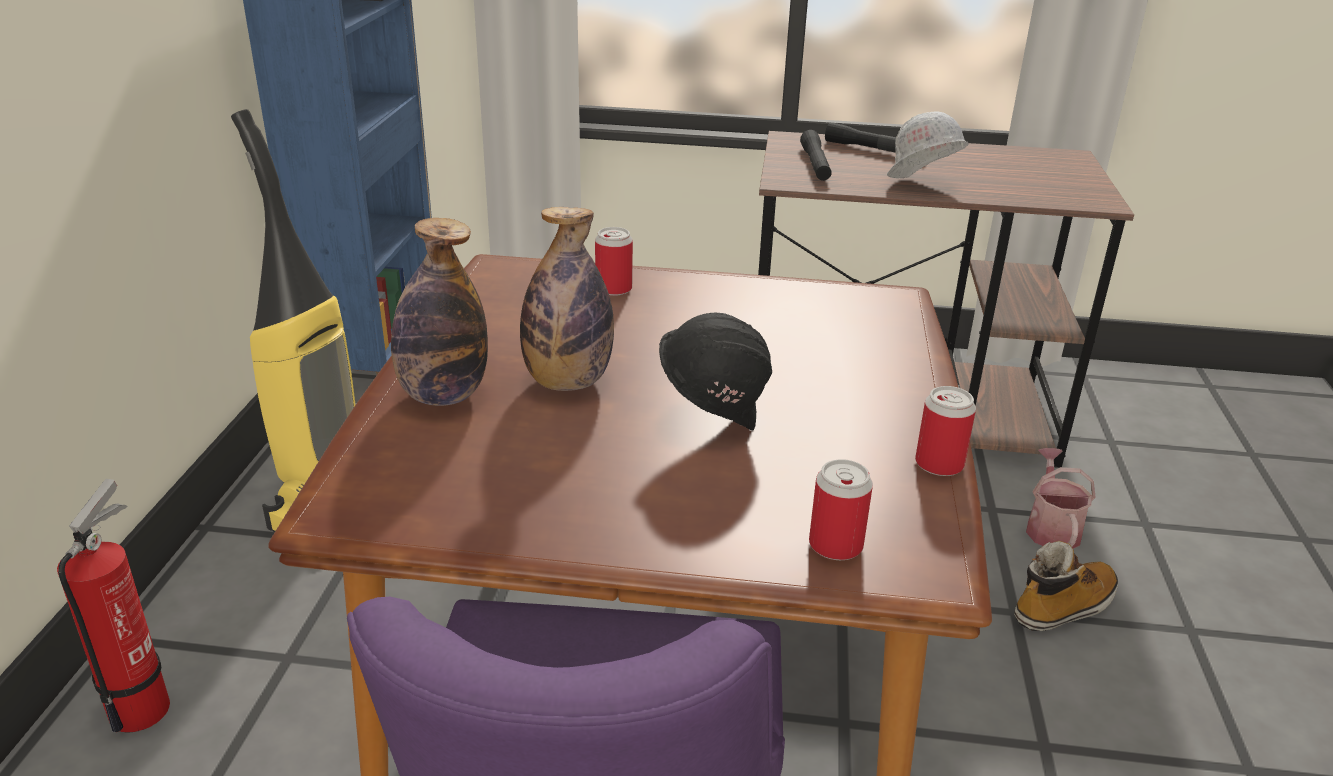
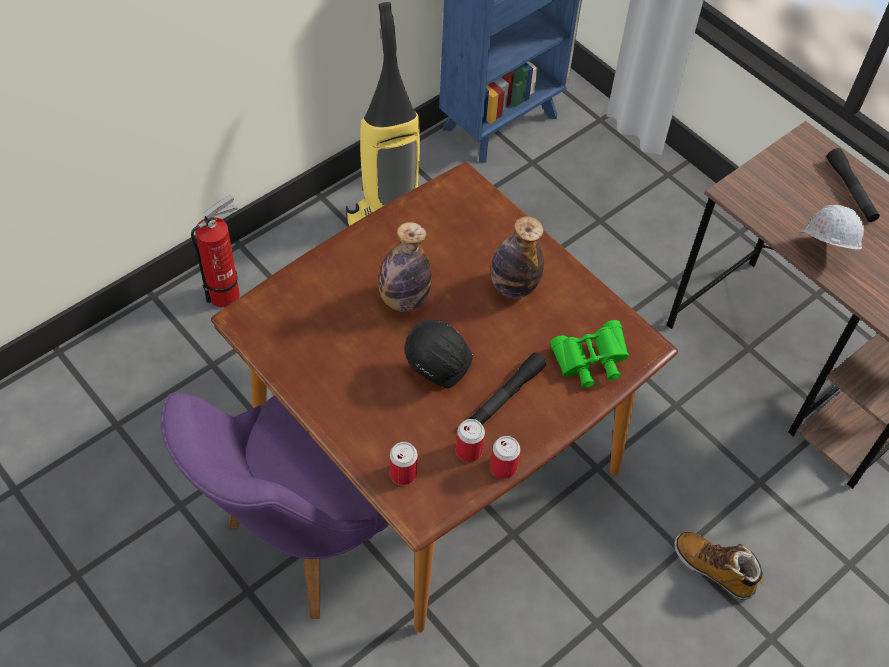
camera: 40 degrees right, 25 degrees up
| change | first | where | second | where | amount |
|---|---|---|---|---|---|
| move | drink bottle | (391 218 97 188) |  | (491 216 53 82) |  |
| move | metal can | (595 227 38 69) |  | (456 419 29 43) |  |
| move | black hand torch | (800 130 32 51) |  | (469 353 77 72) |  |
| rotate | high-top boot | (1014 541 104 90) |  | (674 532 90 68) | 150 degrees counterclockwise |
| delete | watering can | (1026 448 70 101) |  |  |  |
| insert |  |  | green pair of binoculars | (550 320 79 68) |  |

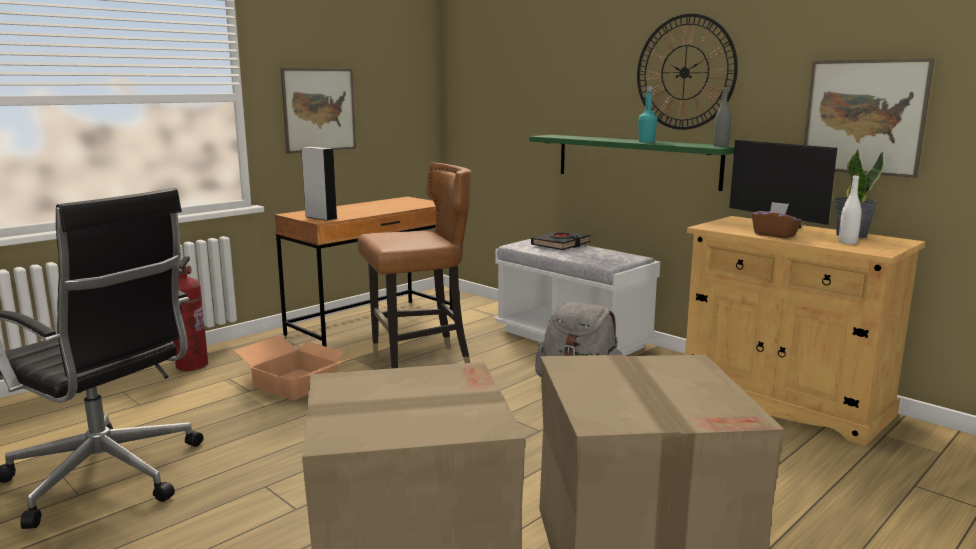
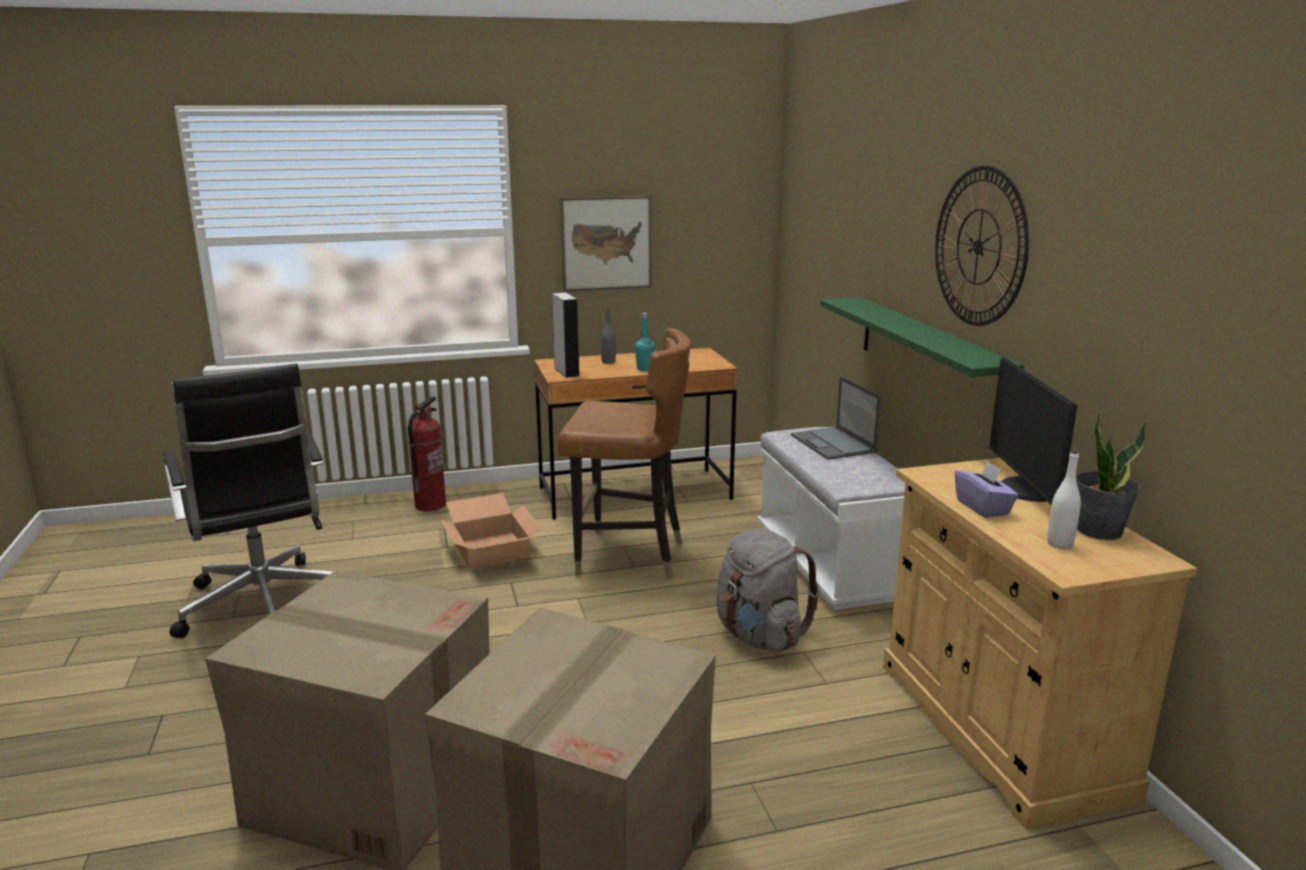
camera: 30 degrees right, 5 degrees up
| change | first | where | second | where | amount |
|---|---|---|---|---|---|
| replace | black book | (531 231 59 19) | portable computer | (791 377 90 83) |  |
| move | turquoise-coloured drink bottle | (638 86 20 57) |  | (635 313 20 58) |  |
| move | greyish drink bottle | (714 86 17 61) |  | (601 307 15 57) |  |
| recolor | brown-coloured tissue holder | (752 202 50 37) | purplish tissue holder | (955 461 64 57) |  |
| delete | wall picture | (804 58 130 120) |  |  |  |

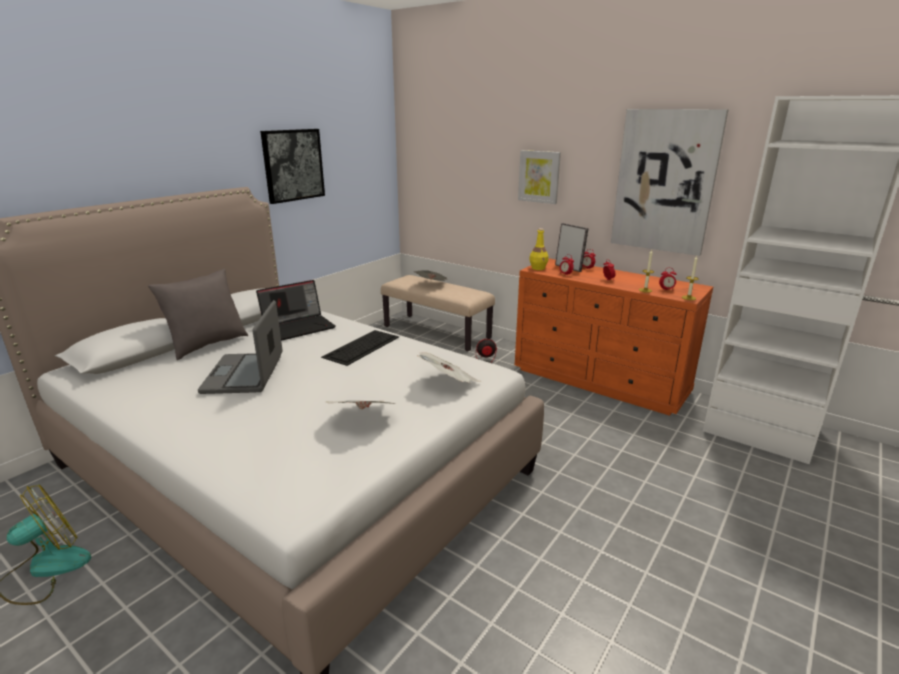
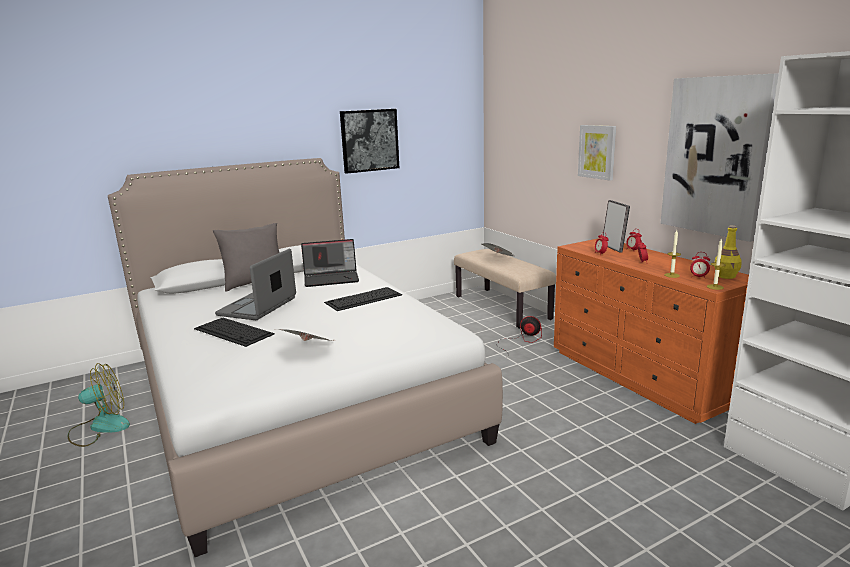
camera: 25 degrees right, 5 degrees down
| change | first | where | second | where | amount |
|---|---|---|---|---|---|
| delete | printed paper | (417 352 64 31) |  |  |  |
| move | yellow-coloured drink bottle | (529 228 19 42) |  | (714 225 28 54) |  |
| insert |  |  | PC keyboard | (194 318 81 29) |  |

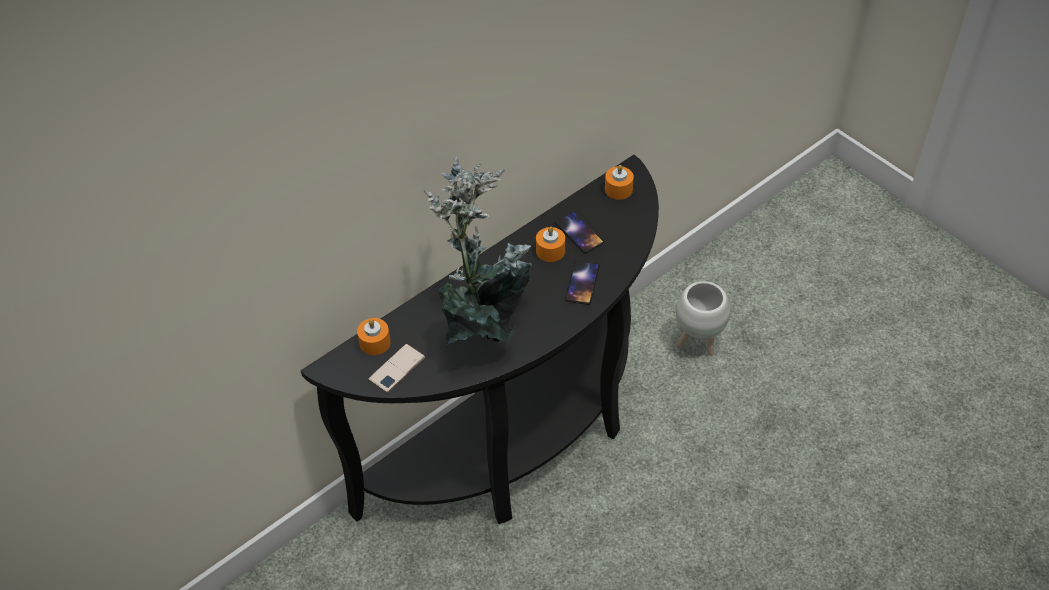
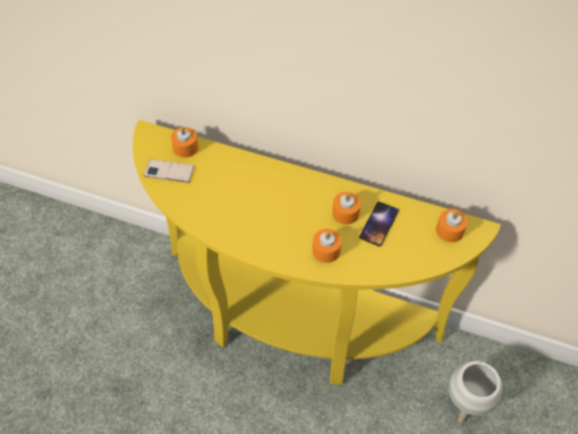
camera: 60 degrees right, 5 degrees up
| change | first | where | second | where | amount |
|---|---|---|---|---|---|
| recolor | black narrow table | (301 155 358 369) | yellow-coloured narrow table | (132 120 369 265) |  |
| delete | potted plant | (424 157 108 192) |  |  |  |
| replace | phone | (565 260 34 45) | orange wax light | (312 229 30 34) |  |

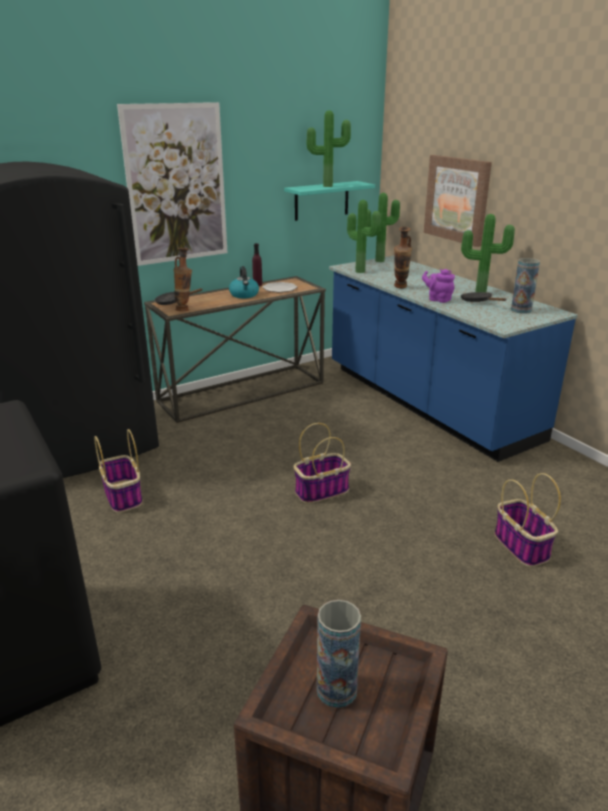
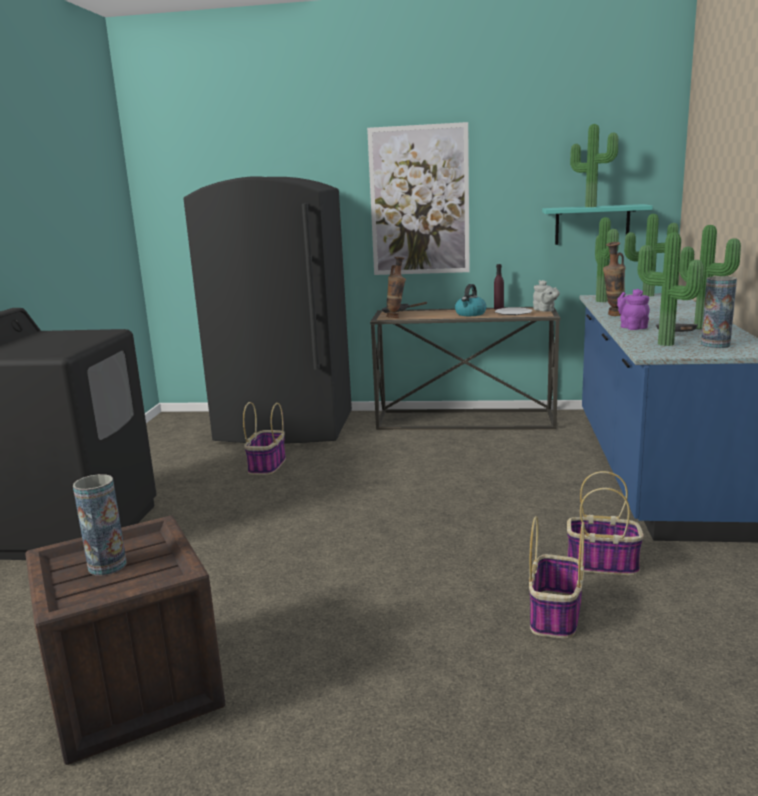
camera: 40 degrees right, 10 degrees down
| change | first | where | second | where | amount |
|---|---|---|---|---|---|
| move | storage basket | (294 423 57 81) |  | (567 471 77 104) |  |
| delete | wall picture | (424 155 68 92) |  |  |  |
| insert |  |  | greyish pot for tea | (533 280 27 32) |  |
| insert |  |  | potted plant | (638 232 66 114) |  |

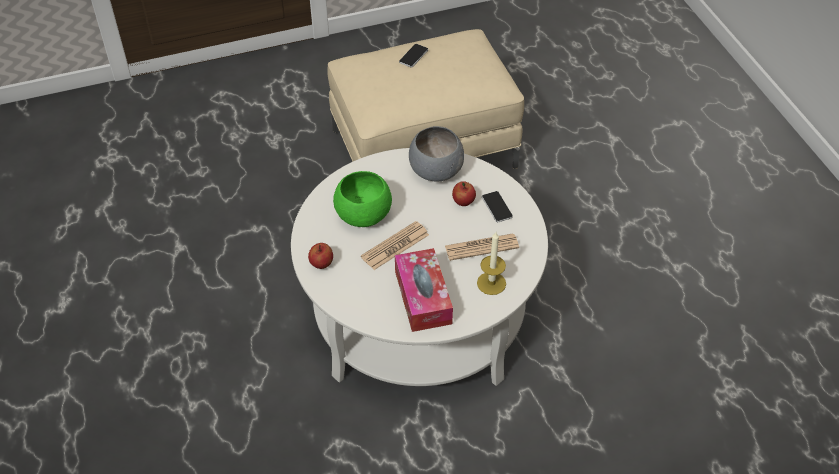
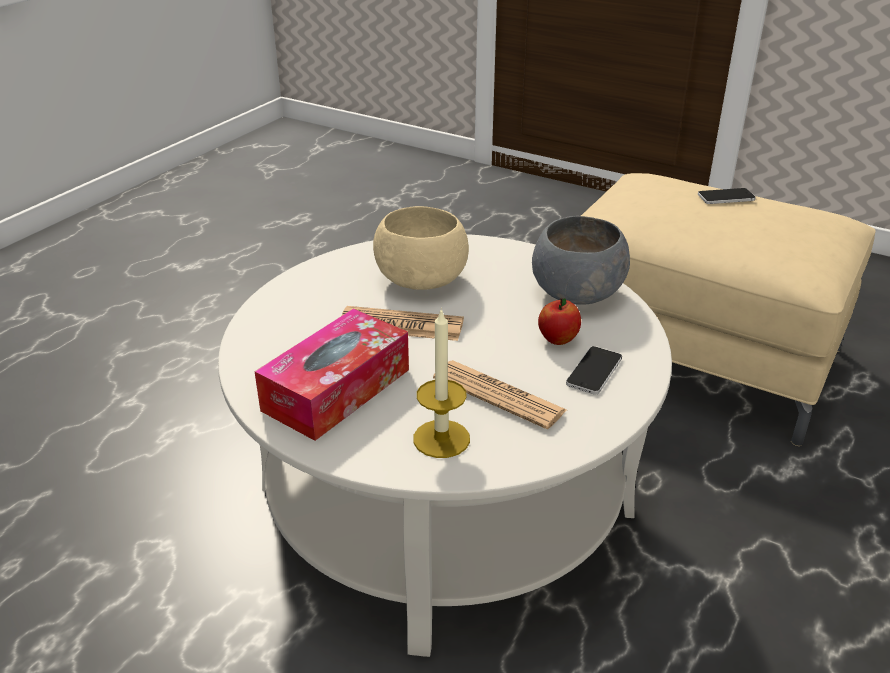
camera: 50 degrees right, 15 degrees down
| change | first | where | second | where | amount |
|---|---|---|---|---|---|
| delete | whole apple | (308 243 25 26) |  |  |  |
| recolor | green serving bowl | (333 171 59 56) | beige serving bowl | (373 206 96 84) |  |

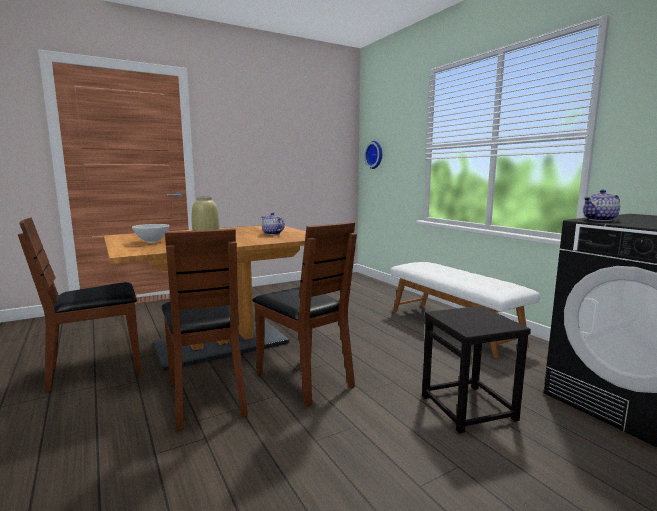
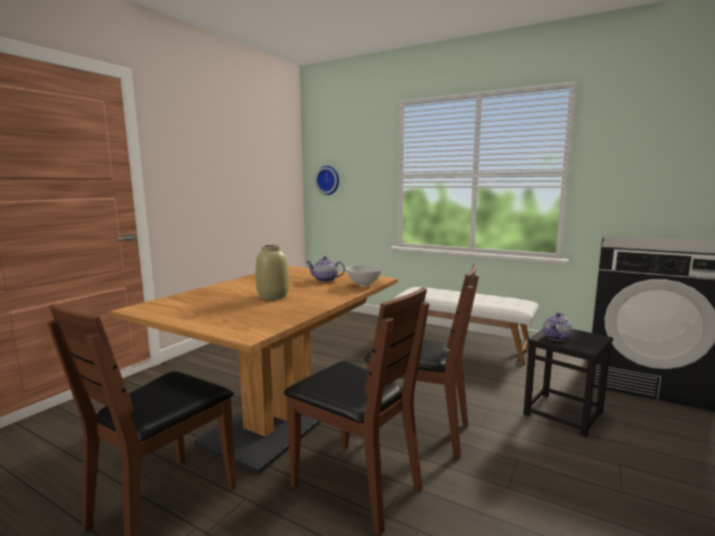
camera: 30 degrees left, 0 degrees up
| change | first | where | second | where | amount |
|---|---|---|---|---|---|
| move | white serving bowl | (132 224 38 19) |  | (346 265 36 21) |  |
| move | pot for tea | (583 190 37 31) |  | (543 313 29 28) |  |

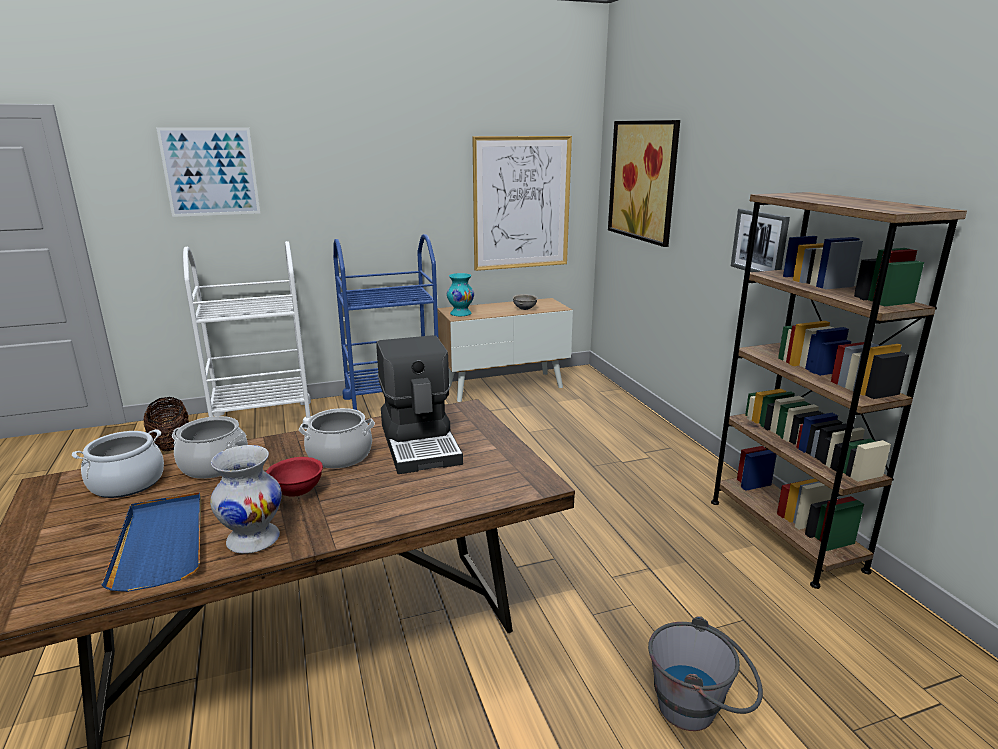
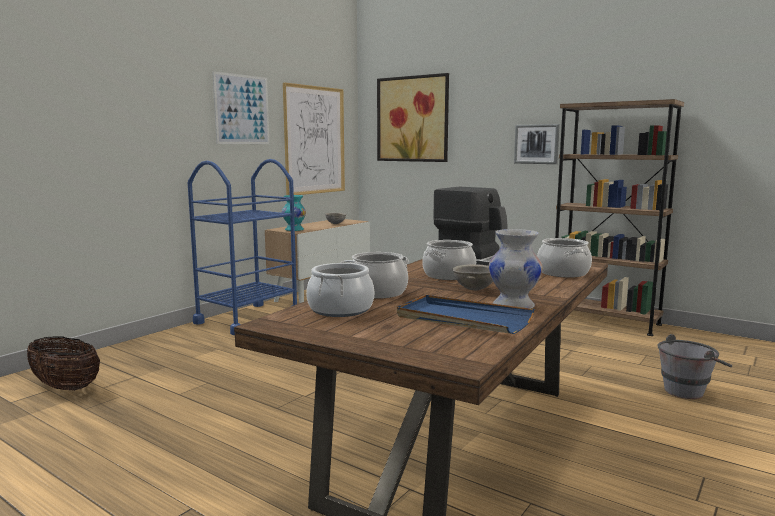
camera: 35 degrees left, 10 degrees down
| change | first | where | second | where | amount |
|---|---|---|---|---|---|
| move | wall picture | (156 127 104 90) |  | (212 71 57 73) |  |
| delete | white wheeled cart | (183 241 129 188) |  |  |  |
| recolor | red-coloured serving bowl | (266 457 57 39) | greyish serving bowl | (452 264 41 26) |  |
| insert |  |  | stockpot | (537 238 55 40) |  |

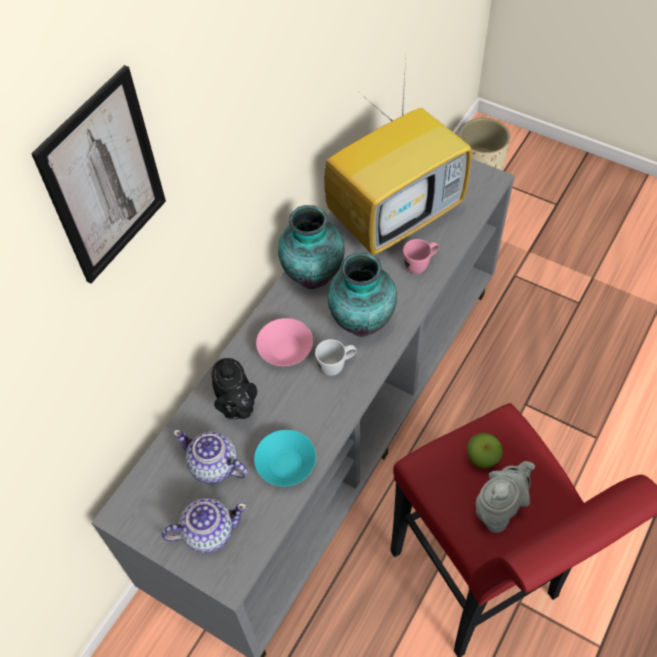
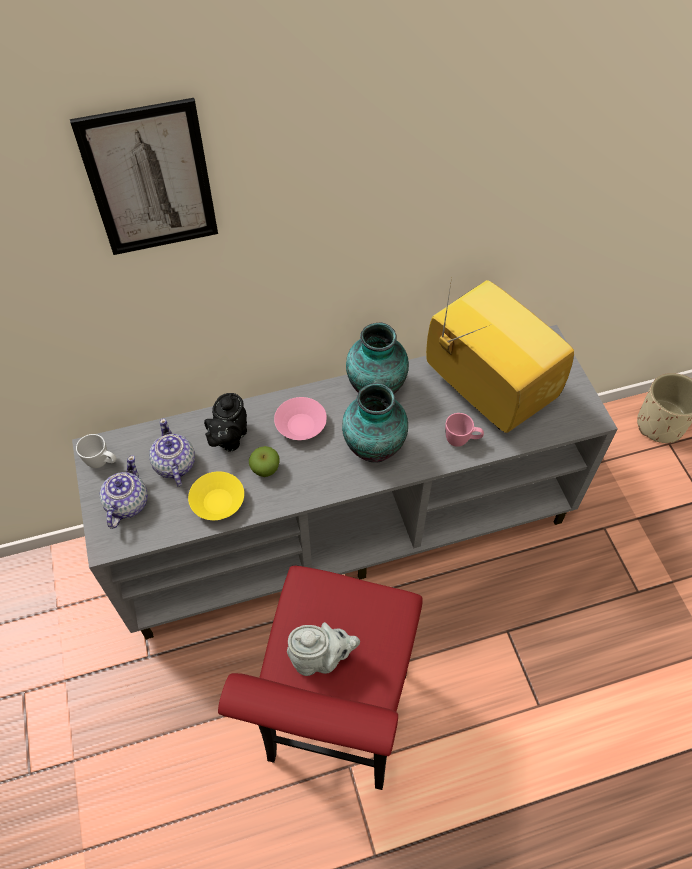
camera: 40 degrees right, 0 degrees up
| change | first | where | second | where | amount |
|---|---|---|---|---|---|
| rotate | pot for tea | (162 498 85 55) |  | (100 455 48 74) | 105 degrees counterclockwise |
| recolor | turquoise-coloured serving bowl | (254 430 62 56) | yellow-coloured serving bowl | (188 471 56 49) |  |
| move | white coffee mug | (315 339 42 37) |  | (76 434 41 34) |  |
| rotate | television | (325 60 146 195) |  | (426 278 148 155) | 135 degrees counterclockwise |
| move | whole apple | (467 433 36 35) |  | (249 446 31 31) |  |

